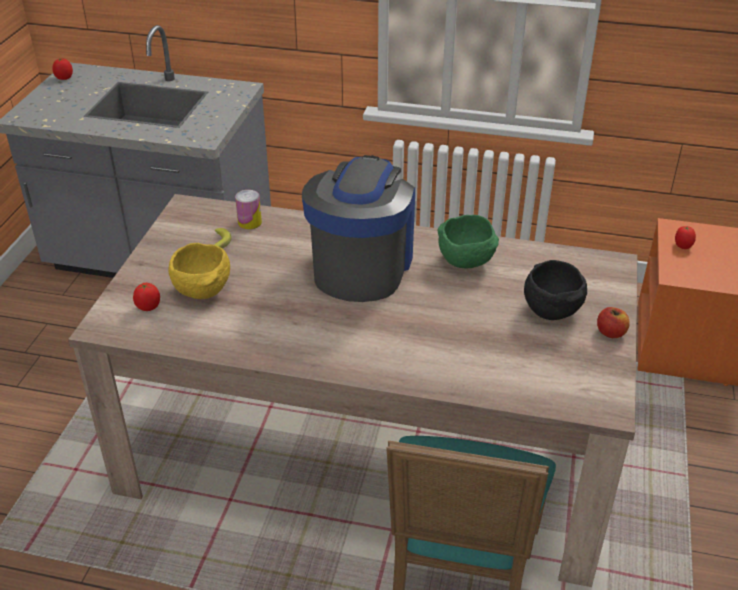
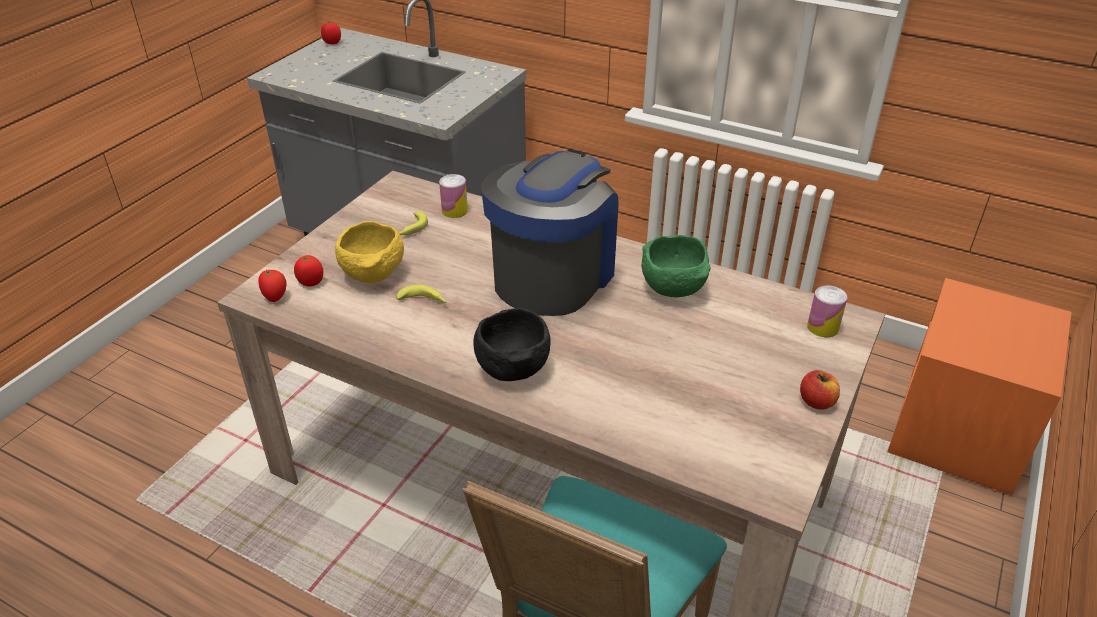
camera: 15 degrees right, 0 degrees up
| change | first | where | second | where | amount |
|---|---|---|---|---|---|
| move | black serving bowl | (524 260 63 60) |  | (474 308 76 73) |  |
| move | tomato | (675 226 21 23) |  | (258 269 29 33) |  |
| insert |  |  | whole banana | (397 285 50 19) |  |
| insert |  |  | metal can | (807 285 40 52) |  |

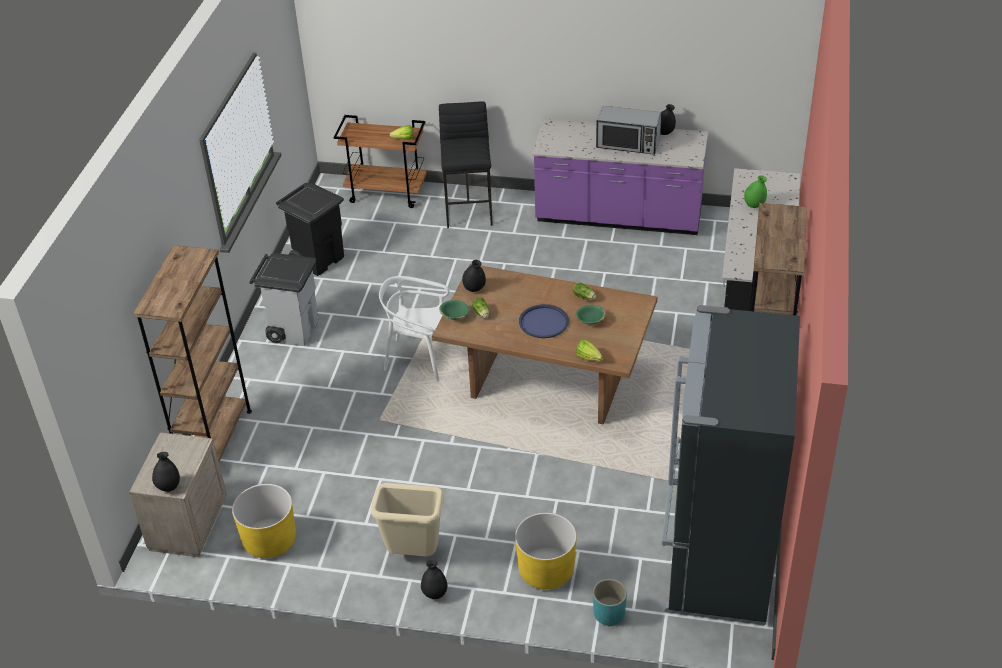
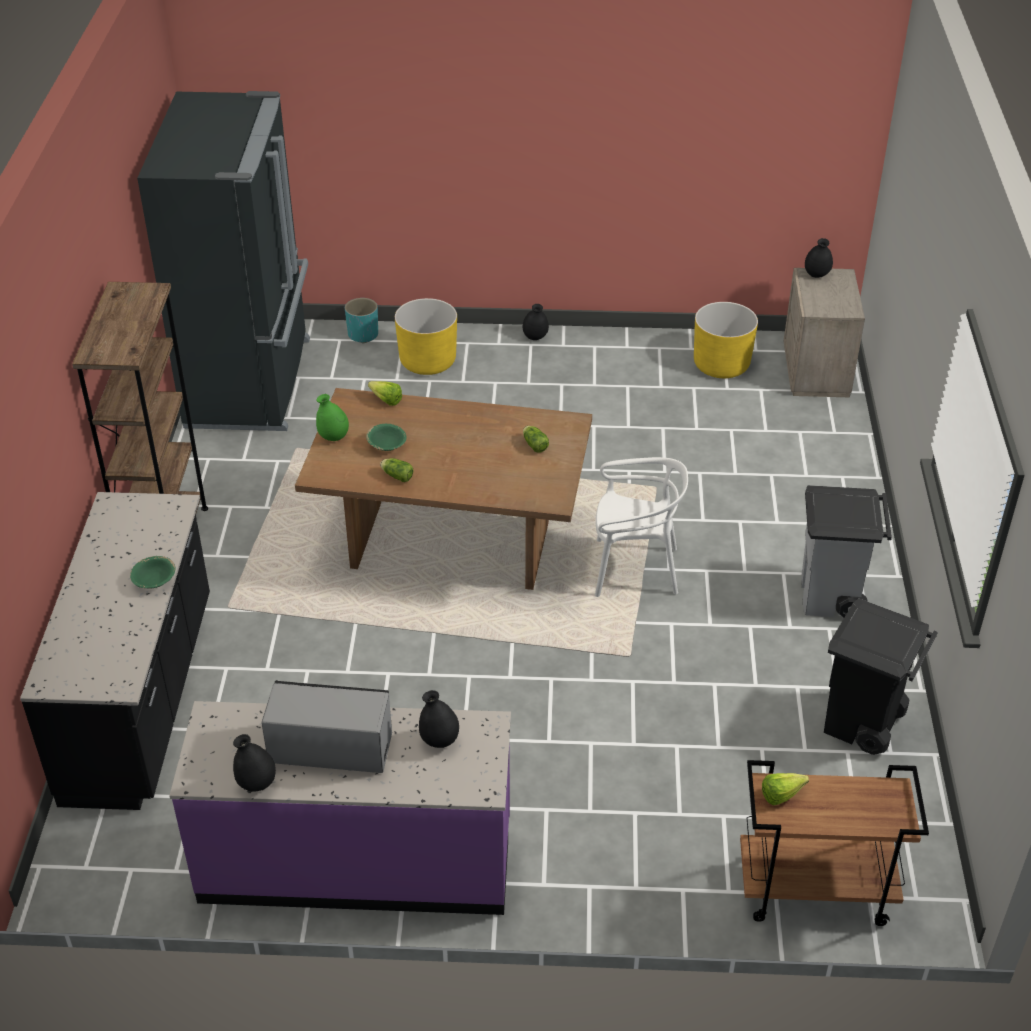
camera: 170 degrees right, 0 degrees up
| change | first | where | second | where | amount |
|---|---|---|---|---|---|
| delete | brown-coloured bookshelf | (133 245 119 217) |  |  |  |
| delete | beige waste bin | (371 483 73 73) |  |  |  |
| delete | black stool seat | (439 102 54 126) |  |  |  |
| move | green serving bowl | (439 300 30 20) |  | (130 556 46 33) |  |
| move | black flower vase | (462 260 24 32) |  | (419 690 40 58) |  |
| delete | blue-coloured serving tray | (519 304 50 34) |  |  |  |
| move | green flower vase | (744 175 23 33) |  | (316 394 33 47) |  |

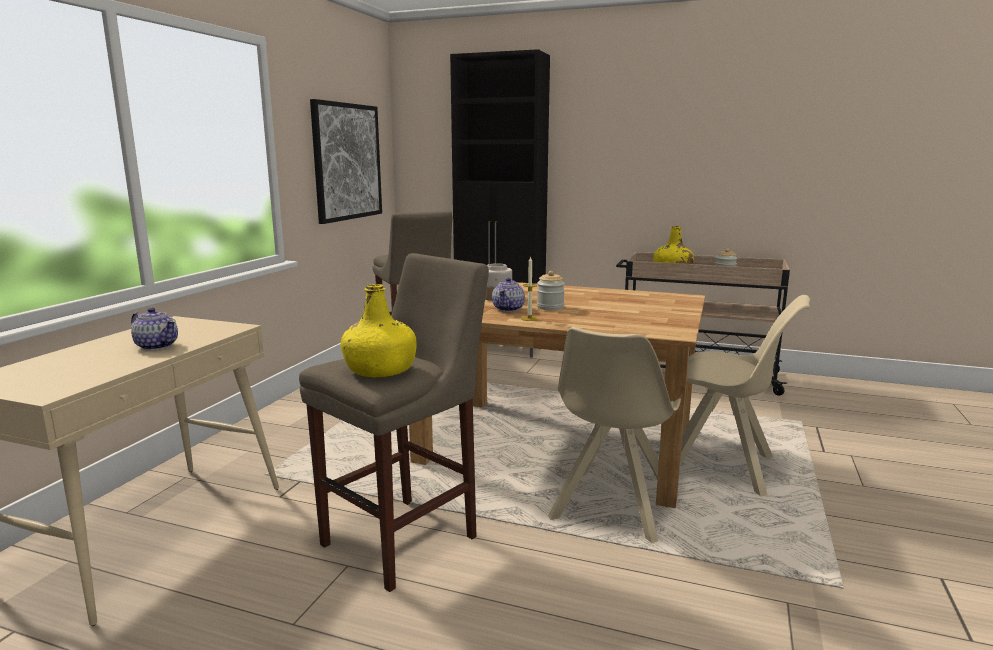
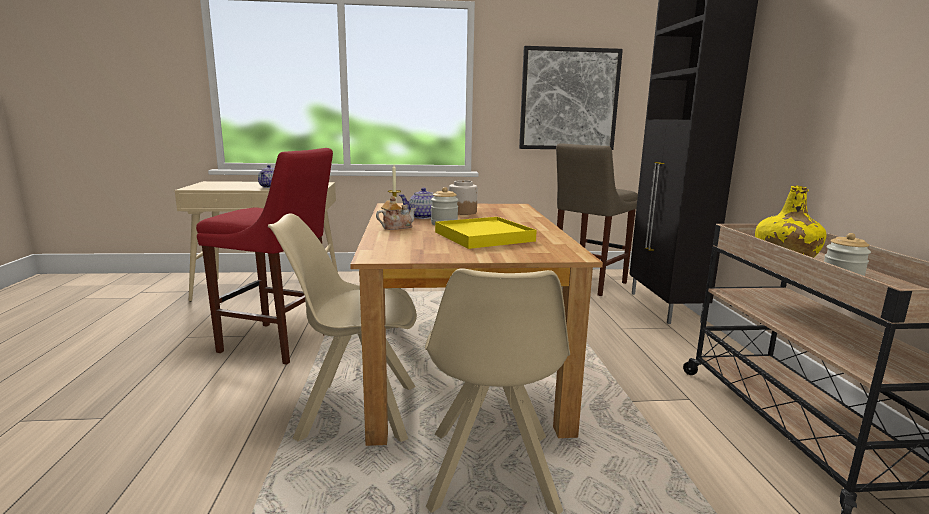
camera: 65 degrees right, 0 degrees up
| change | first | where | second | where | amount |
|---|---|---|---|---|---|
| recolor | beige stool seat | (299 253 190 339) | red-coloured stool seat | (196 148 137 217) |  |
| delete | yellow-coloured drink bottle | (340 284 76 93) |  |  |  |
| insert |  |  | pot for tea | (376 196 40 34) |  |
| insert |  |  | yellow-coloured serving tray | (435 217 102 32) |  |

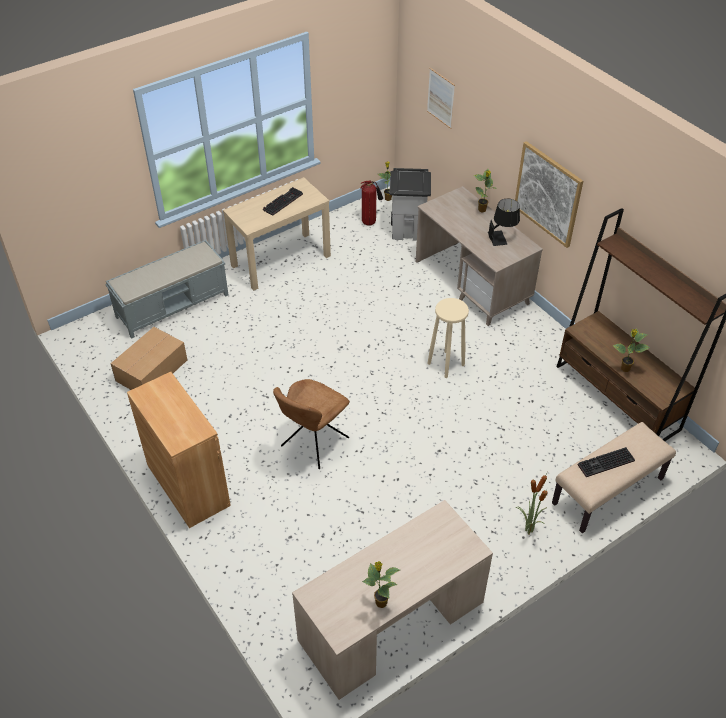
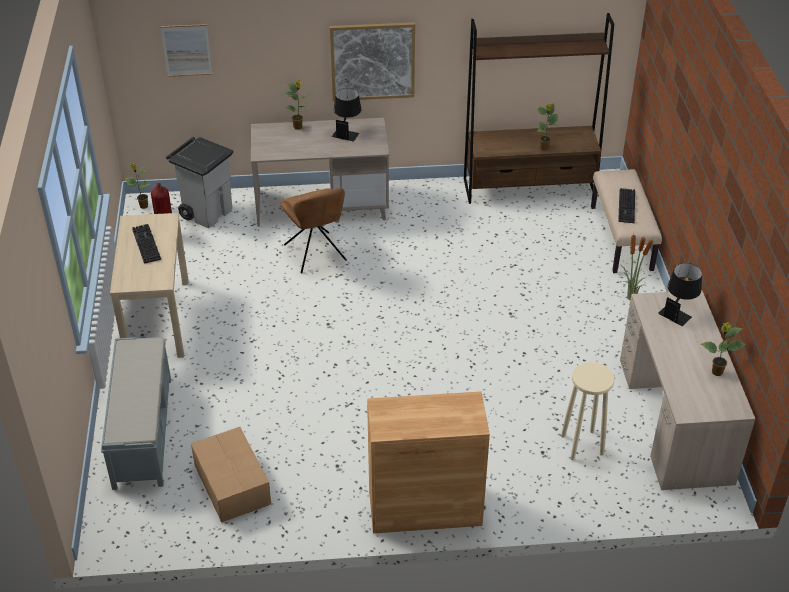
camera: 60 degrees left, 5 degrees down
| change | first | where | second | where | amount |
|---|---|---|---|---|---|
| move | brown-coloured chair | (273 379 77 90) |  | (280 188 67 85) |  |
| move | beige stool seat | (428 298 41 80) |  | (561 362 53 98) |  |
| insert |  |  | black lamp for a table | (658 263 44 63) |  |

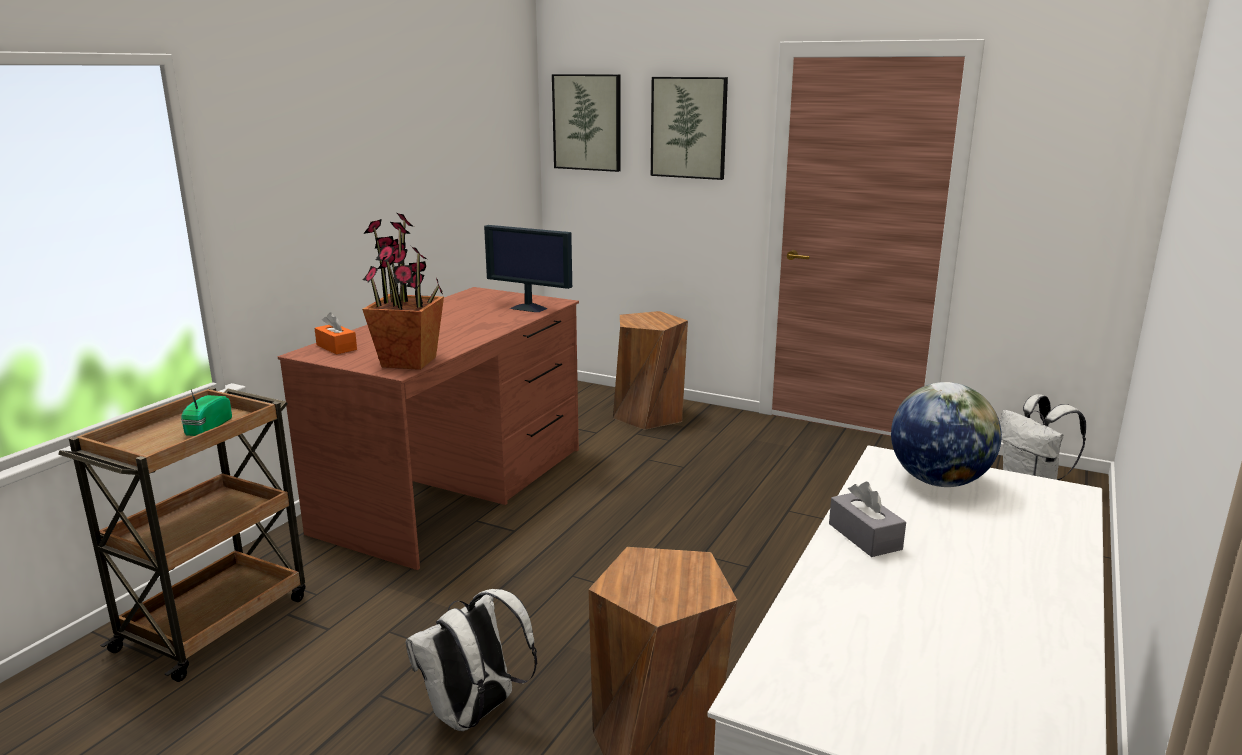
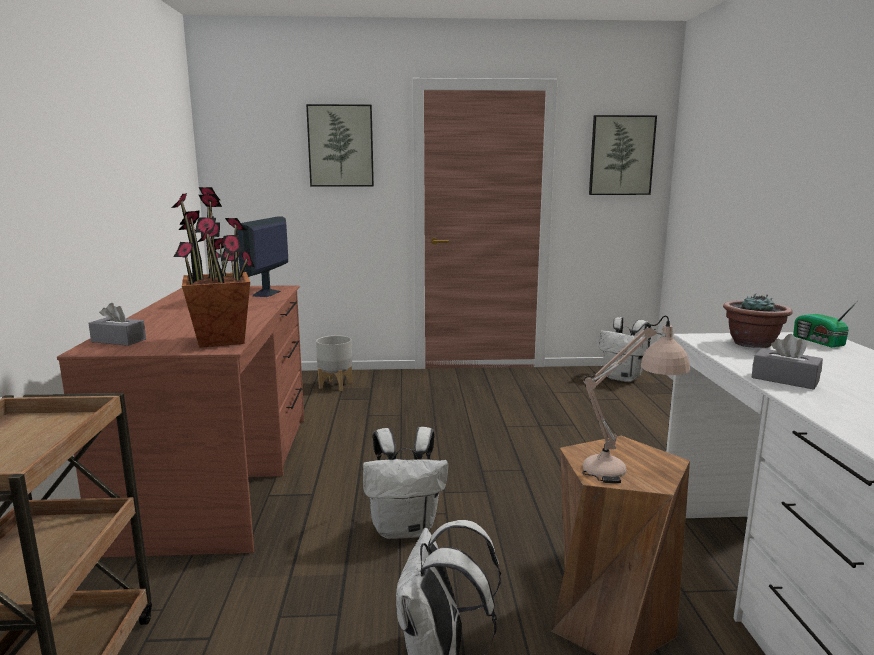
camera: 30 degrees left, 5 degrees down
| change | first | where | second | where | amount |
|---|---|---|---|---|---|
| move | radio set | (181 389 51 47) |  | (793 301 65 46) |  |
| recolor | orange tissue holder | (315 313 42 42) | greyish tissue holder | (88 303 58 43) |  |
| rotate | computer screen | (484 225 88 87) |  | (237 216 51 81) | 105 degrees clockwise |
| move | wall picture | (552 74 69 98) |  | (589 115 68 80) |  |
| replace | brown-coloured stool seat | (613 311 75 119) | greyish plant pot | (316 335 36 56) |  |
| replace | world globe | (891 382 111 105) | potted plant | (723 293 70 55) |  |
| insert |  |  | white rucksack | (363 427 85 112) |  |
| insert |  |  | beige lamp for a table | (582 316 108 167) |  |

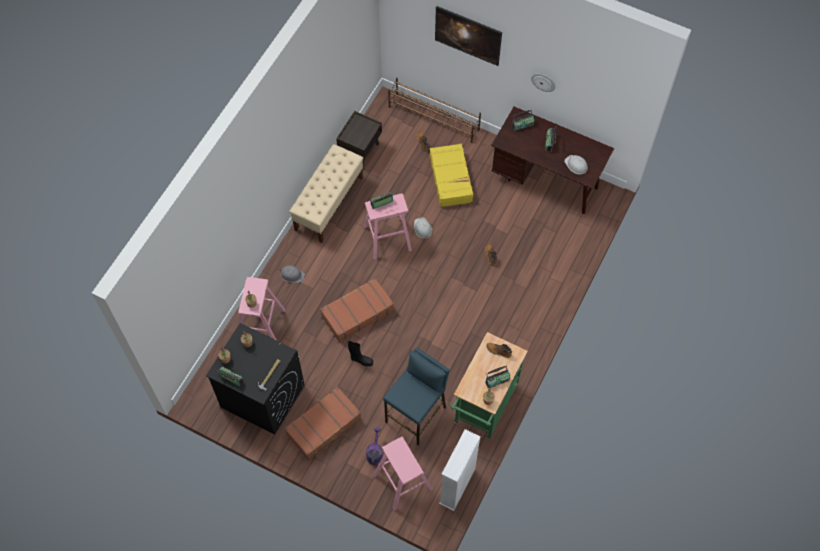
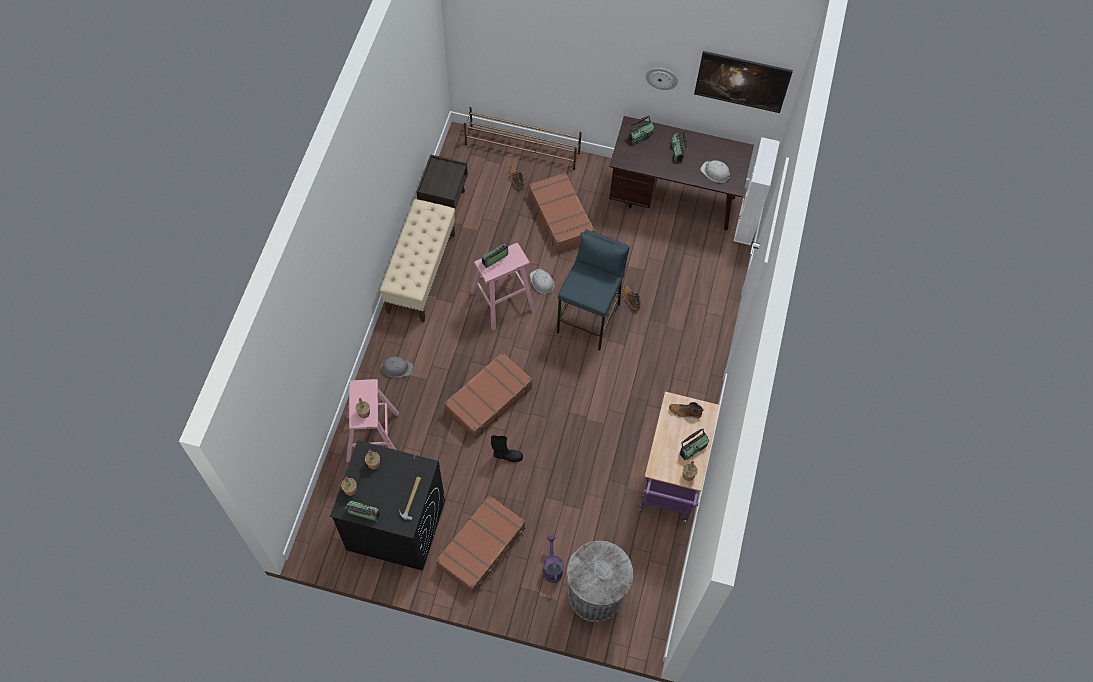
camera: 15 degrees left, 0 degrees up
| change | first | where | second | where | amount |
|---|---|---|---|---|---|
| replace | pink-coloured stool seat | (373 437 60 74) | greyish waste bin | (567 541 66 81) |  |
| move | blue-coloured stool seat | (383 348 67 97) |  | (557 229 73 121) |  |
| recolor | yellow-coloured travel case | (430 143 44 64) | brown-coloured travel case | (529 172 66 81) |  |
| move | wall picture | (435 6 67 60) |  | (694 51 99 62) |  |
| move | white bookshelf | (439 429 41 82) |  | (734 137 46 108) |  |
| recolor | green wheeled cart | (451 332 77 108) | purplish wheeled cart | (637 392 83 130) |  |

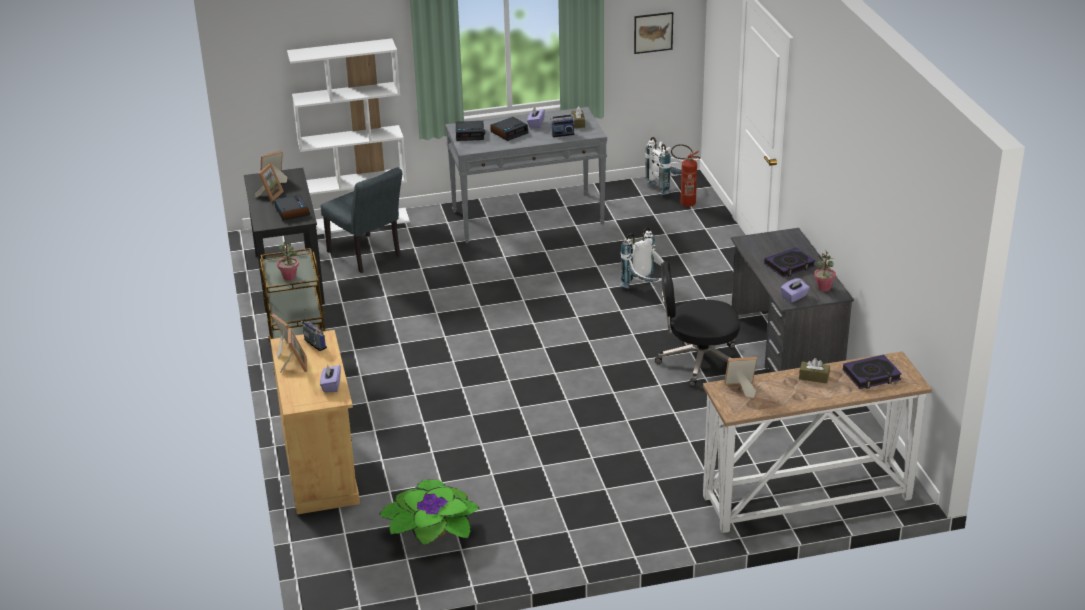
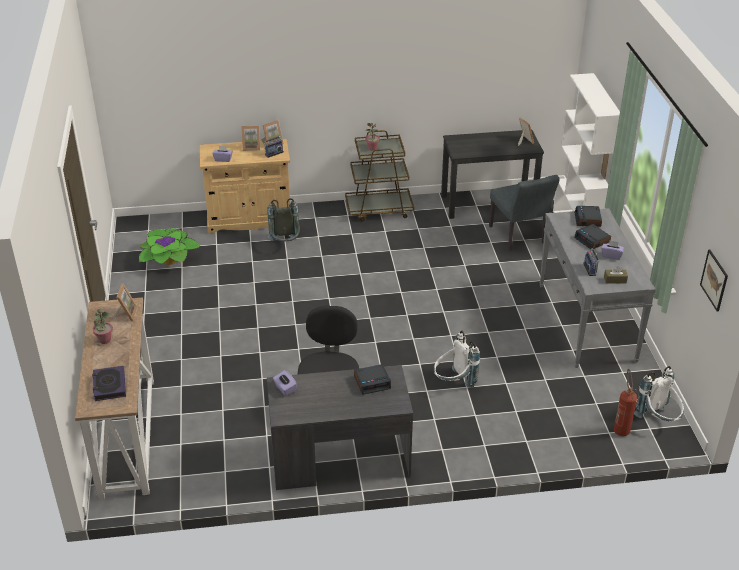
camera: 95 degrees right, 5 degrees up
| change | first | where | second | where | amount |
|---|---|---|---|---|---|
| delete | photo frame | (255 163 28 39) |  |  |  |
| move | bedside clock | (274 194 36 26) |  | (354 364 37 31) |  |
| rotate | greyish chair | (321 167 81 106) |  | (489 175 71 76) | 75 degrees counterclockwise |
| delete | book | (764 247 52 30) |  |  |  |
| delete | brown-coloured tissue holder | (799 358 31 25) |  |  |  |
| move | potted plant | (814 251 22 41) |  | (93 309 20 35) |  |
| insert |  |  | greyish rucksack | (267 198 33 44) |  |

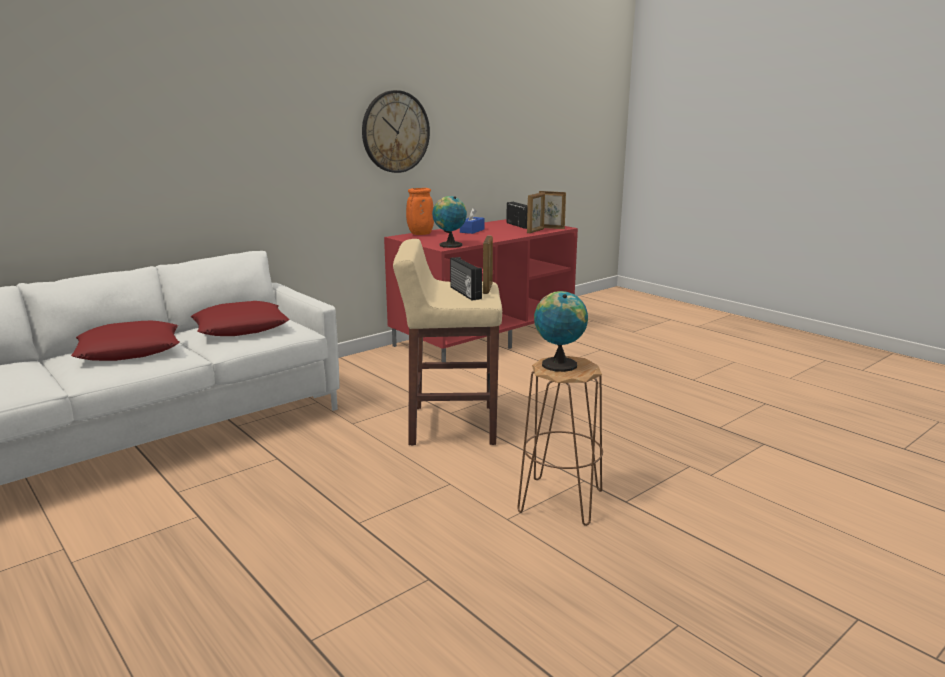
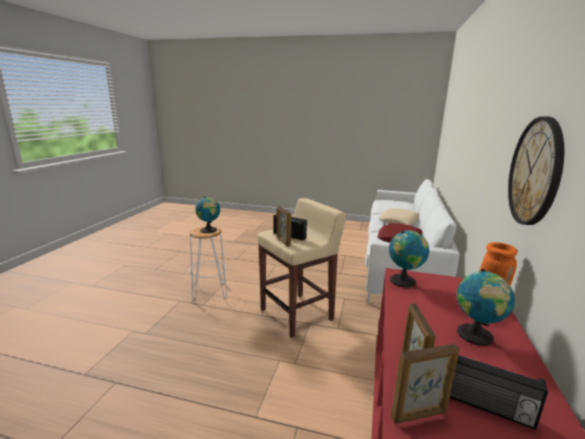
camera: 145 degrees right, 0 degrees up
| change | first | where | second | where | amount |
|---|---|---|---|---|---|
| recolor | red-coloured throw pillow | (71 320 109 41) | beige throw pillow | (379 208 40 17) |  |
| replace | blue-coloured tissue holder | (460 208 25 26) | world globe | (457 269 58 77) |  |
| recolor | brown-coloured stool seat | (517 356 86 170) | white stool seat | (189 226 38 76) |  |

